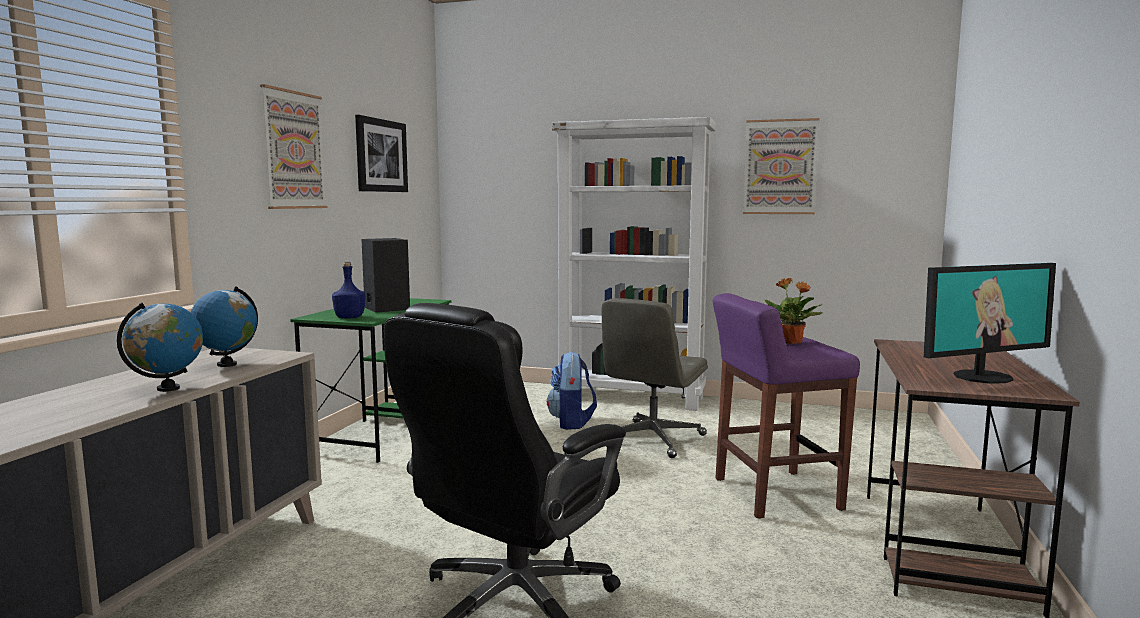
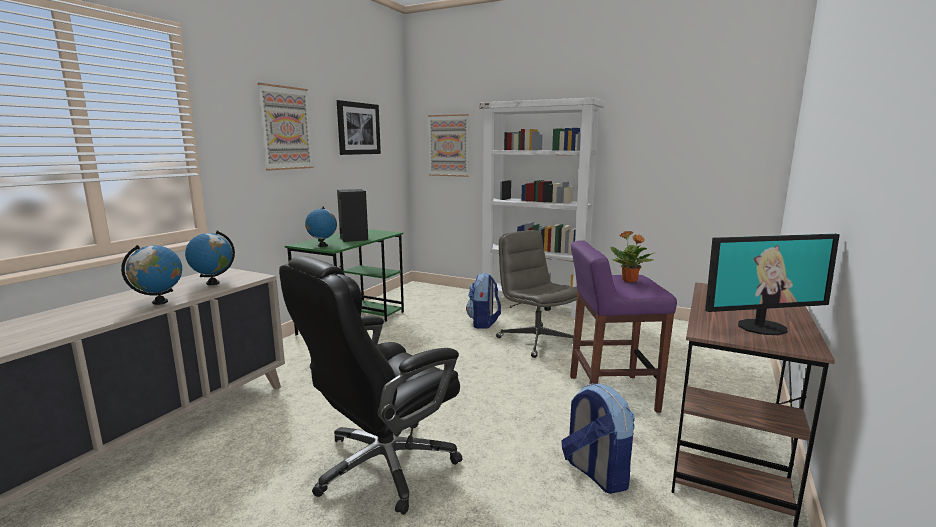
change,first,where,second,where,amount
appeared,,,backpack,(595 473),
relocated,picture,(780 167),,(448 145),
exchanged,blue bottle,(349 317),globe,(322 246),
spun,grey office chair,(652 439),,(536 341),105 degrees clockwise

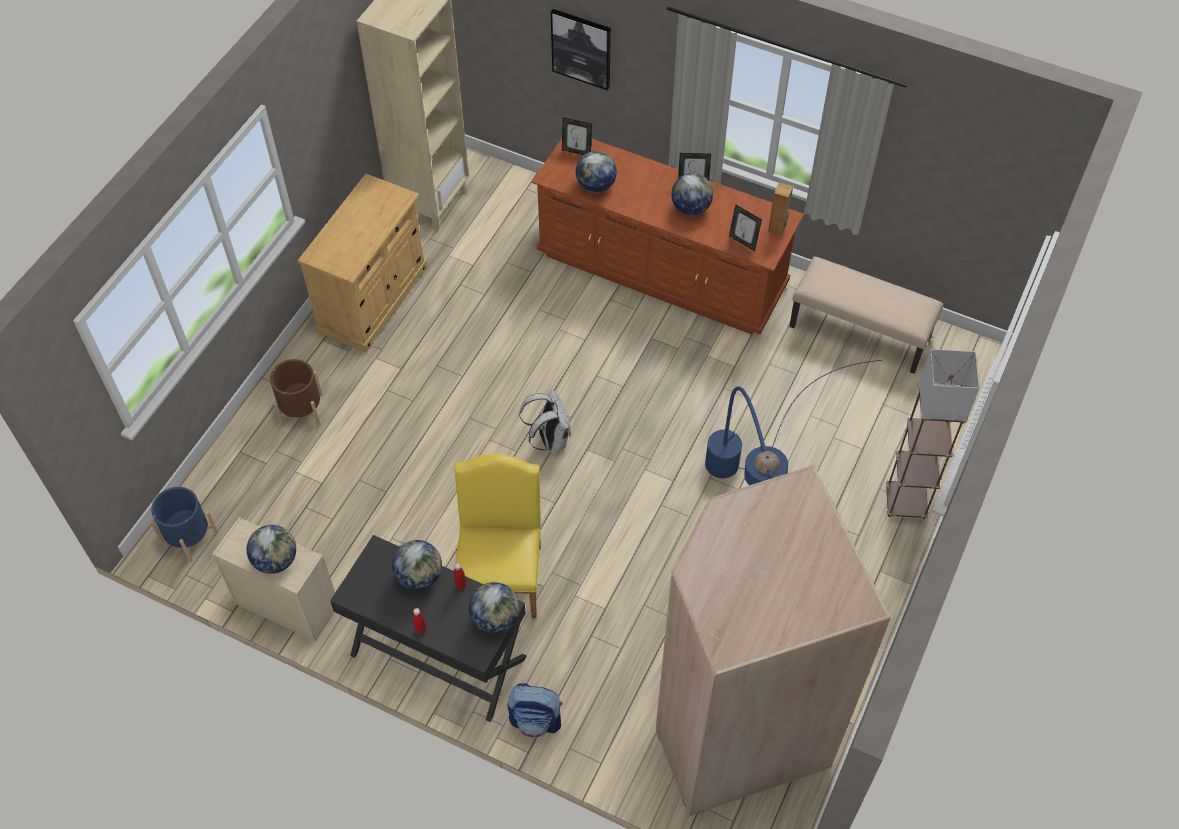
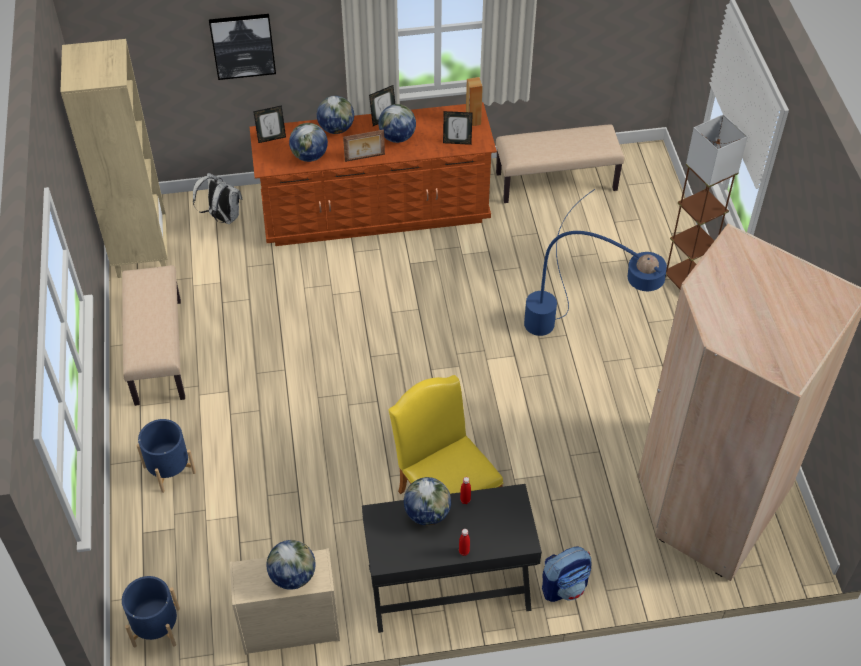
change,first,where,second,where,amount
appeared,,,picture frame,(365 158),
relocated,globe,(495 618),,(336 128),
relocated,white backpack,(550 439),,(222 217),
exchanged,beige cabinet,(373 299),beige bench,(157 351),
colour,brown planter,(301 410),blue planter,(169 469),

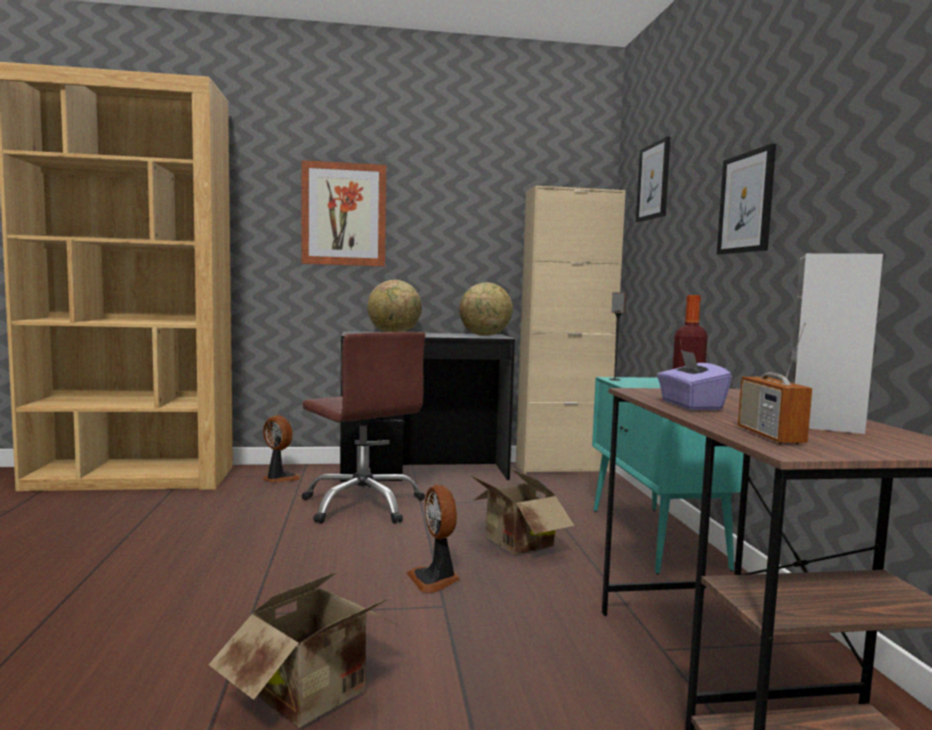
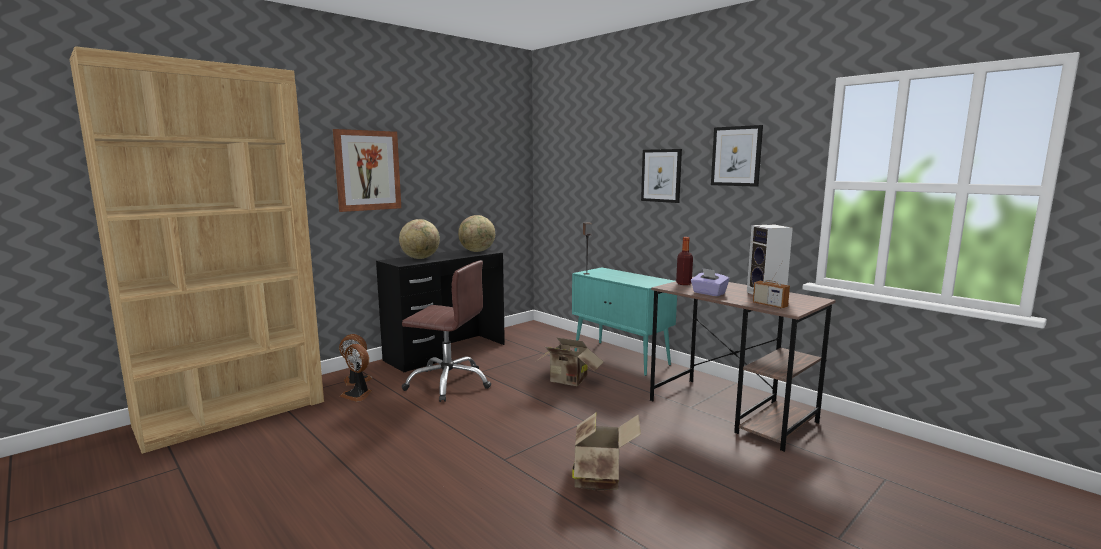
change,first,where,second,where,amount
missing,beige cabinet,(562 467),,,
relocated,fan,(435 579),,(358 394),
relocated,picture,(654 181),,(736 156),

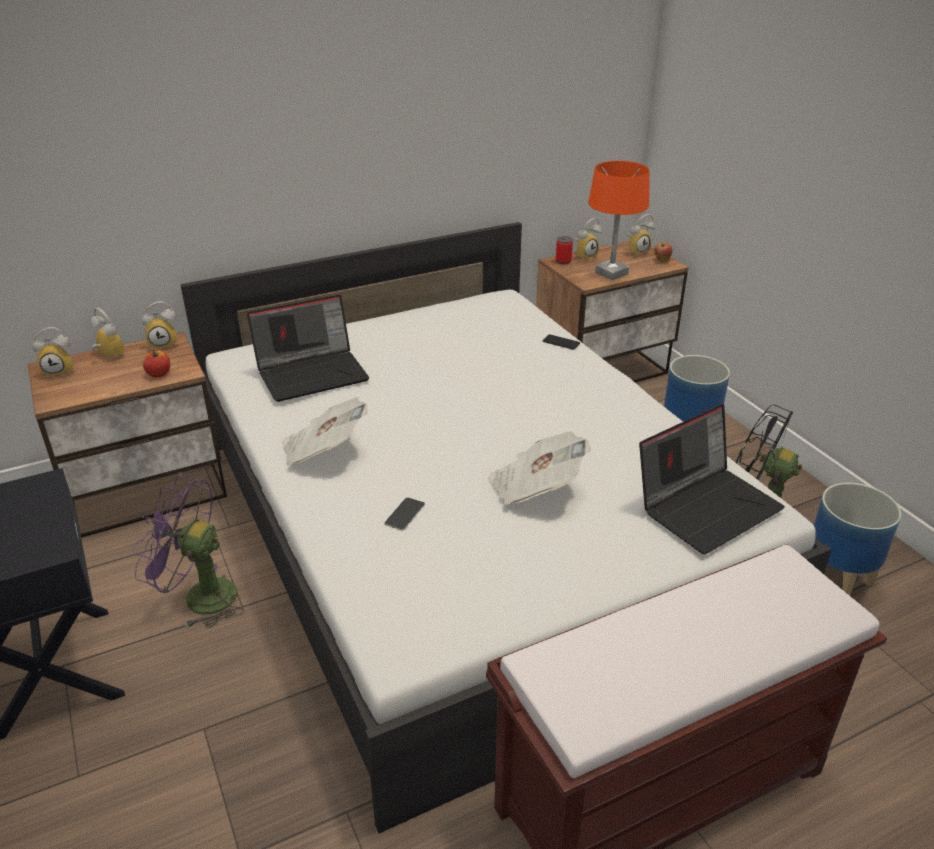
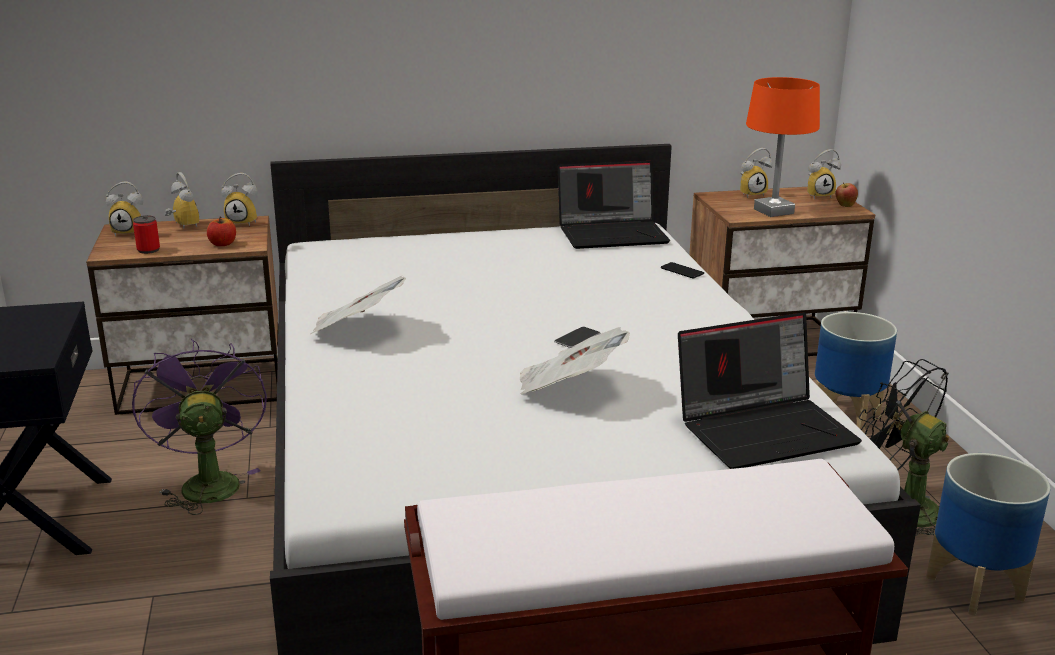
change,first,where,second,where,amount
relocated,laptop,(313 373),,(613 234),
relocated,phone,(405 514),,(577 337),
relocated,can,(563 261),,(148 250),
spun,purple fan,(199 596),,(207 482),45 degrees clockwise

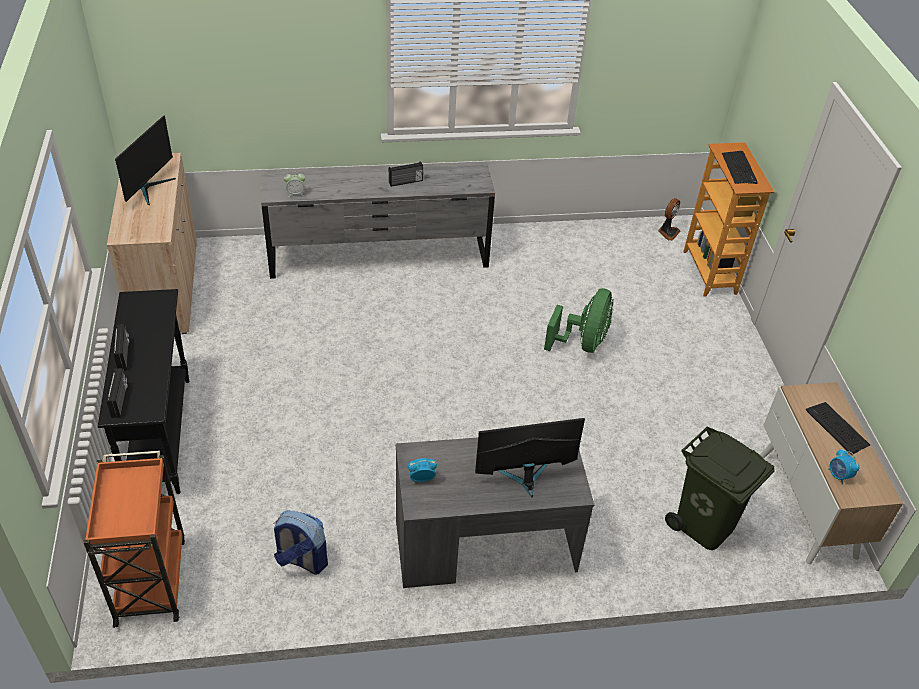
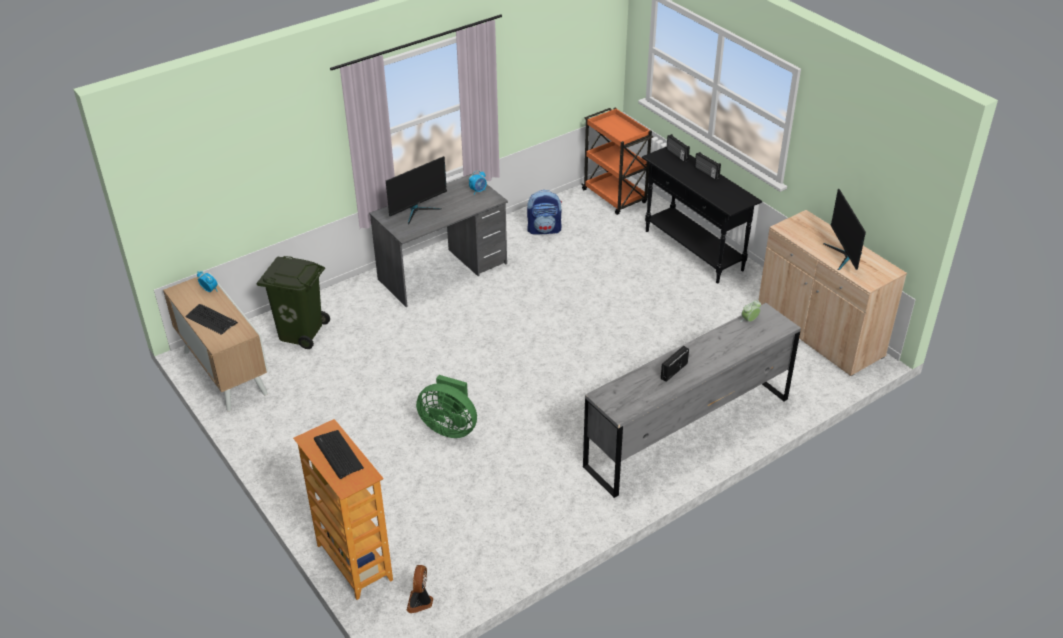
change,first,where,second,where,amount
spun,green fan,(583 343),,(449 427),60 degrees counterclockwise

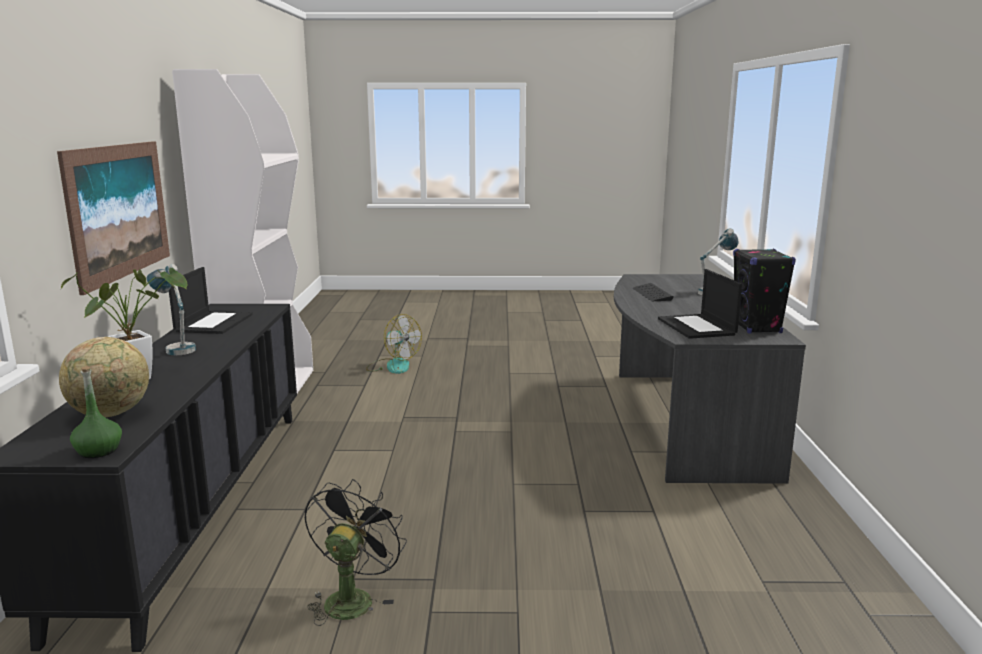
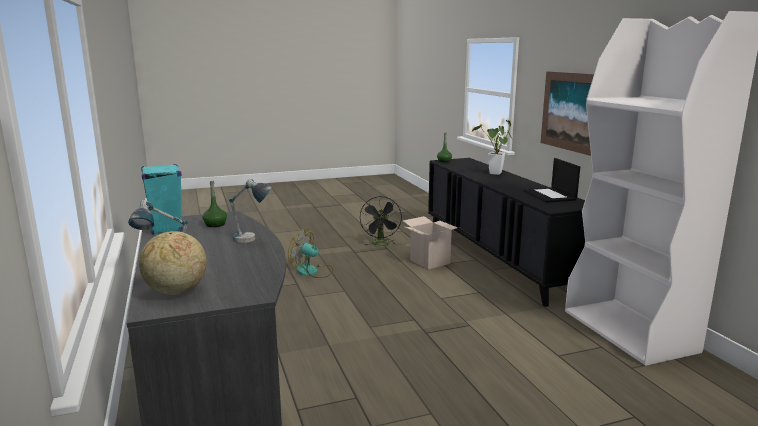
change,first,where,second,where,amount
missing,keyboard,(652 294),,,
appeared,,,cardboard box,(430 261),
relocated,globe,(111 414),,(176 291),
relocated,table lamp,(176 348),,(252 240),
relocated,fan,(393 366),,(312 272),
exchanged,laptop,(697 327),green bottle,(215 224),
colour,black speaker,(757 328),turquoise speaker,(166 228),

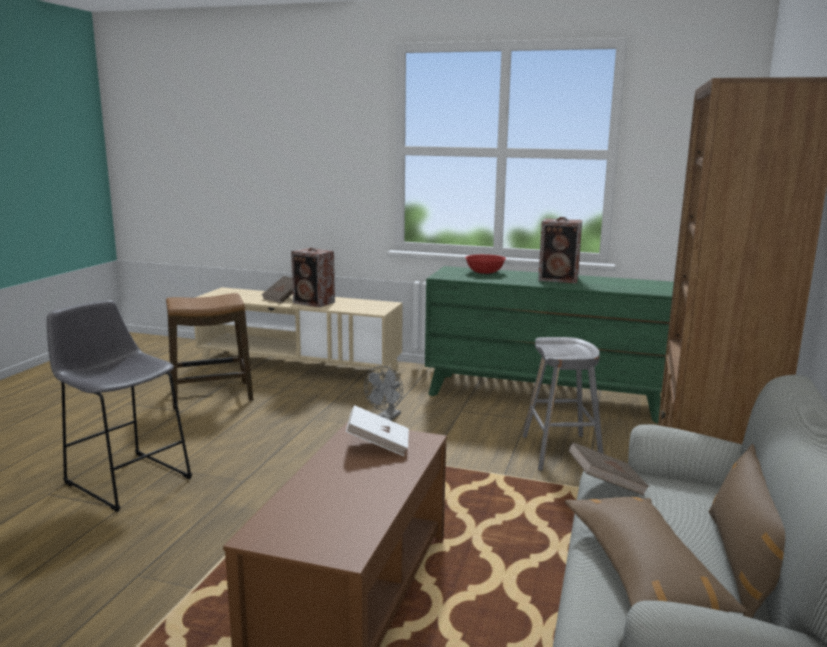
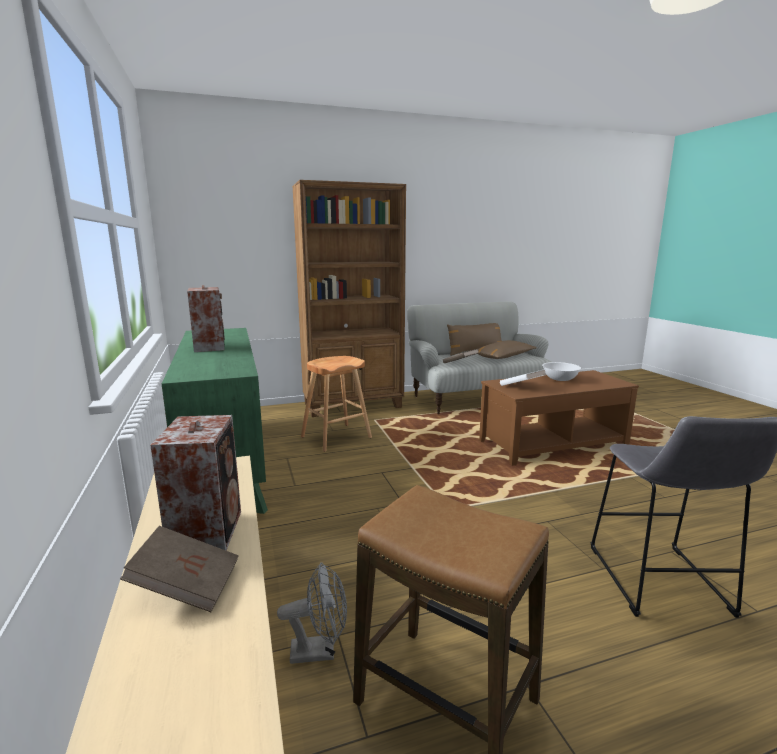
change,first,where,second,where,amount
missing,red bowl,(484 272),,,
appeared,,,white bowl,(559 379),
relocated,grey fan,(386 419),,(320 651),
colour,grey stool,(561 452),brown stool,(336 437),

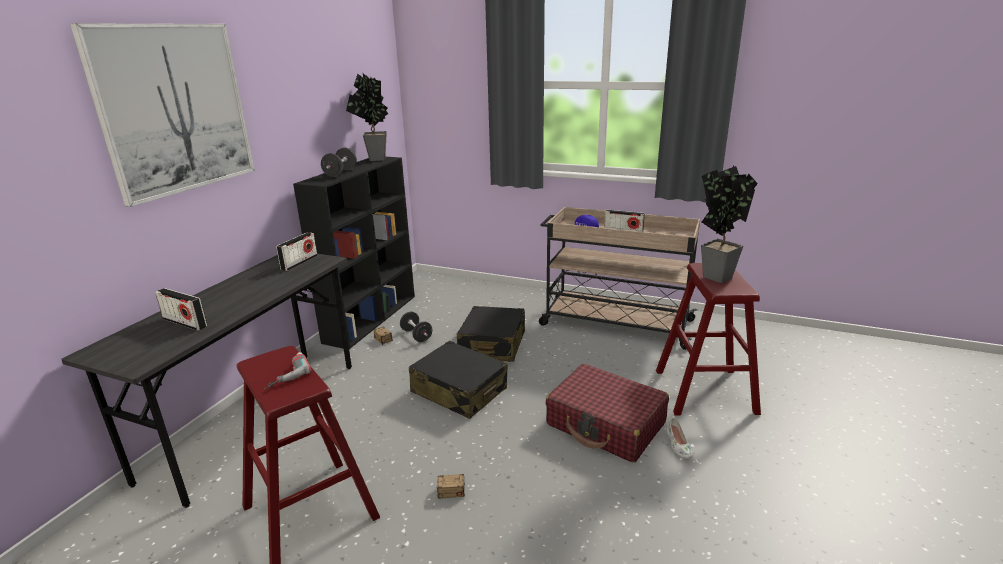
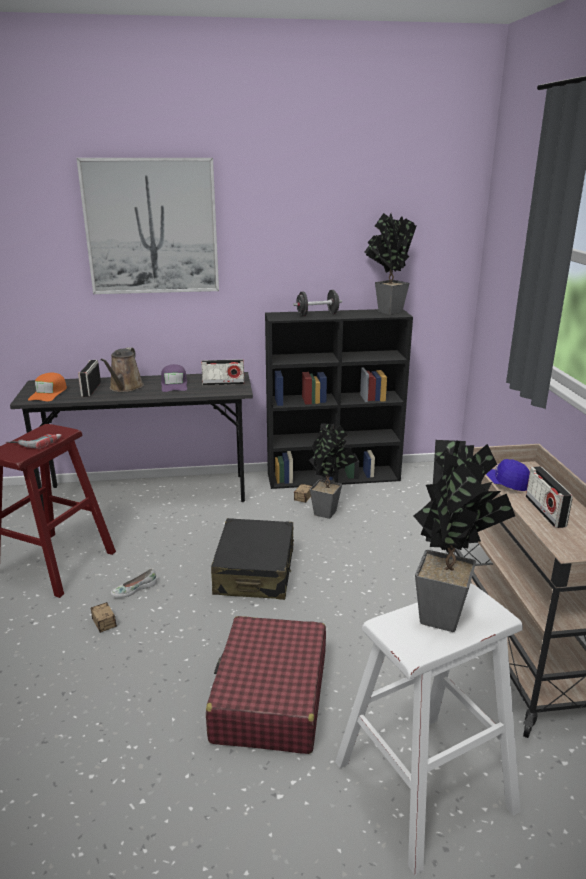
change,first,where,second,where,amount
missing,black suitcase,(492 345),,,
appeared,,,orange cap,(49 393),
appeared,,,brown watering can,(125 388),
appeared,,,purple cap,(174 384),
relocated,white shoe,(678 445),,(134 589),
exchanged,black dumbbell,(416 335),potted plant,(328 511),
colour,red stool,(704 391),white stool,(424 785),

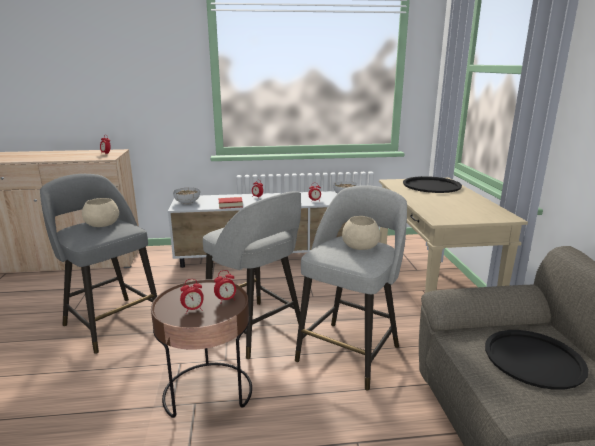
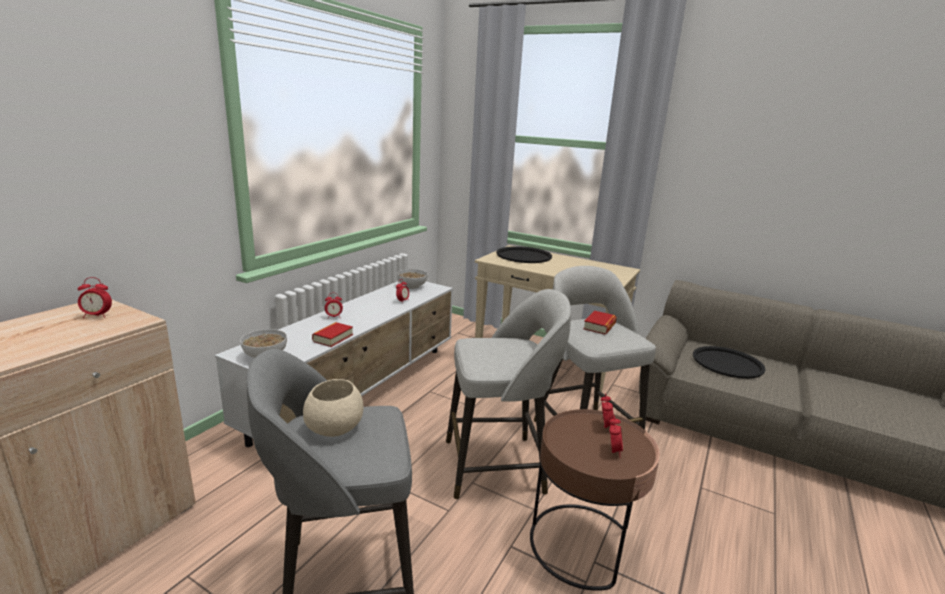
change,first,where,second,where,amount
exchanged,beige bowl,(360 246),book,(599 326),

